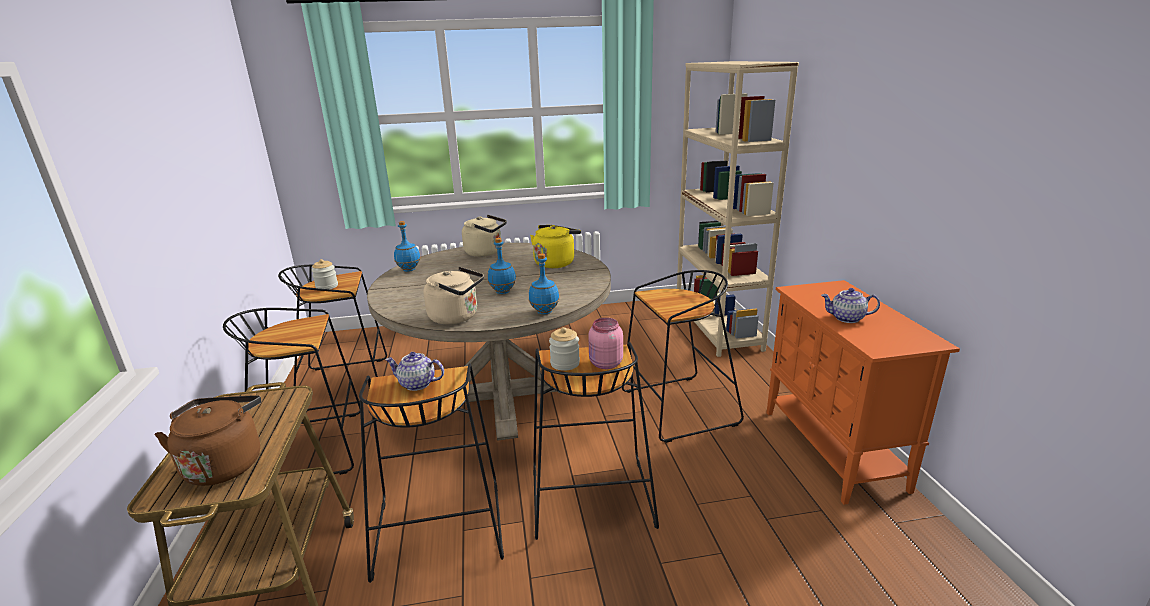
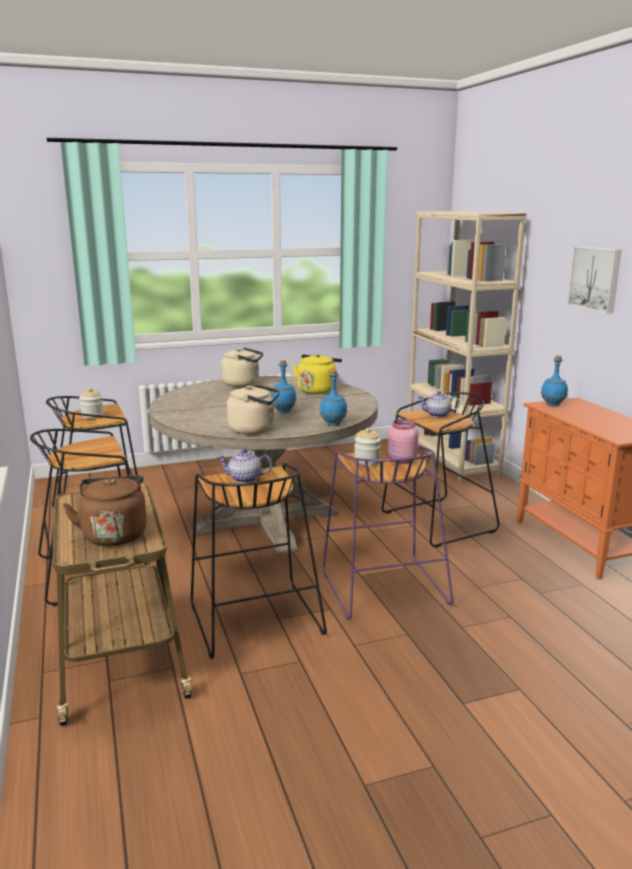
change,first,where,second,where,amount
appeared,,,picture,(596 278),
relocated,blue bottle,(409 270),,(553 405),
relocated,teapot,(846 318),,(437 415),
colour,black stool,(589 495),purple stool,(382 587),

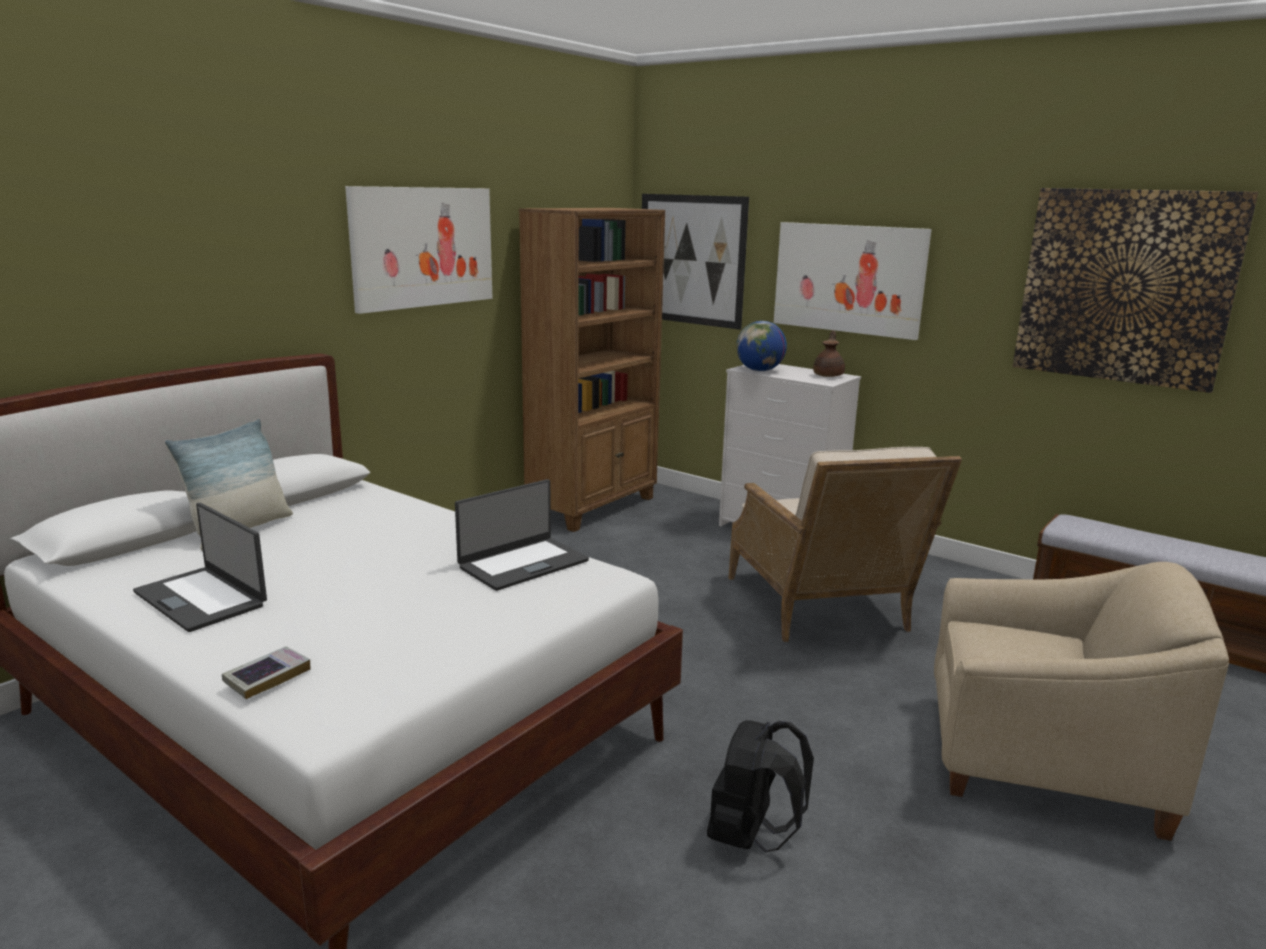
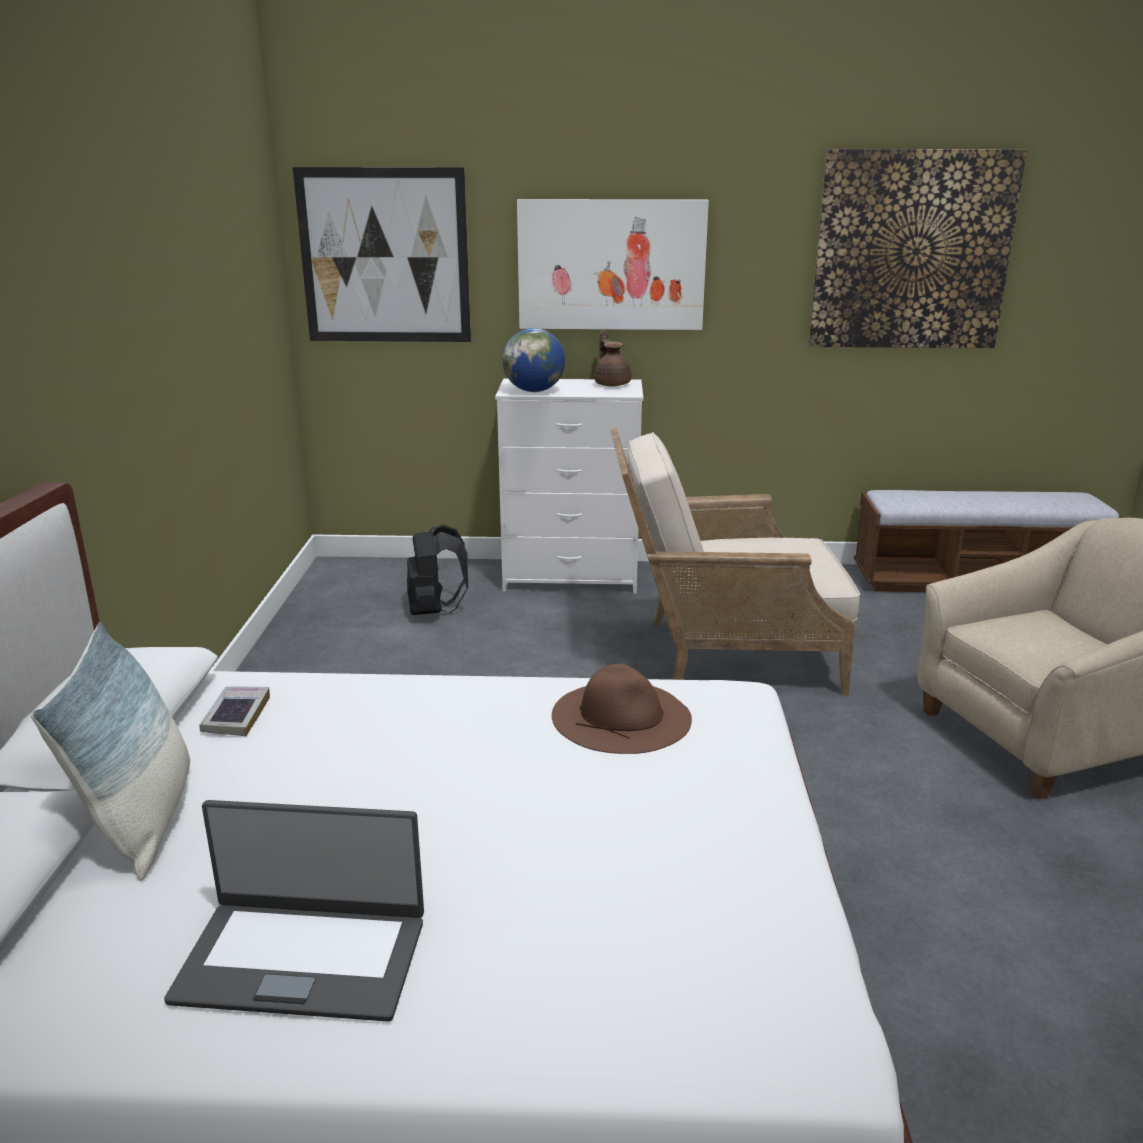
change,first,where,second,where,amount
missing,picture,(423 247),,,
missing,brown bookcase,(593 507),,,
relocated,book,(267 677),,(236 716),
relocated,black backpack,(751 836),,(434 611),
exchanged,laptop,(522 564),brown hat,(621 716),
spun,beige armchair,(825 610),,(722 654),135 degrees clockwise

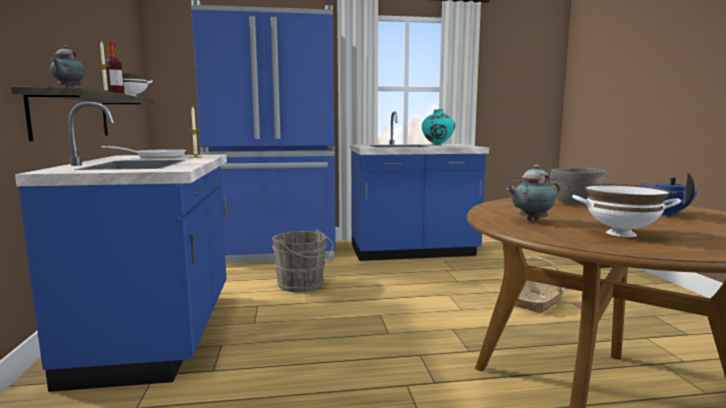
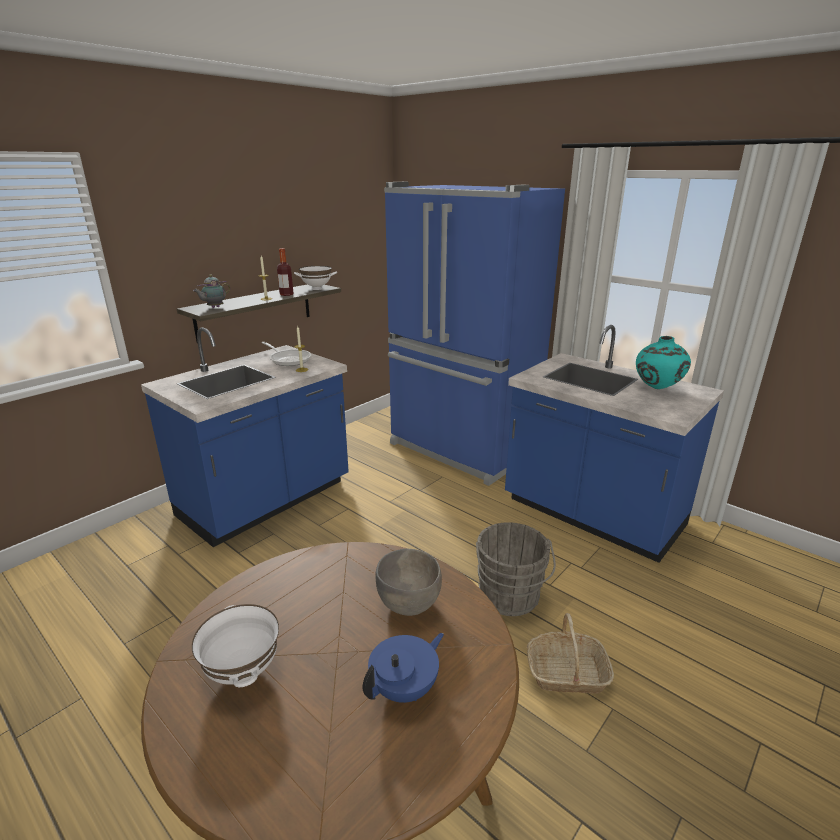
change,first,where,second,where,amount
missing,teapot,(531 221),,,
relocated,grey bucket,(302 285),,(509 598),

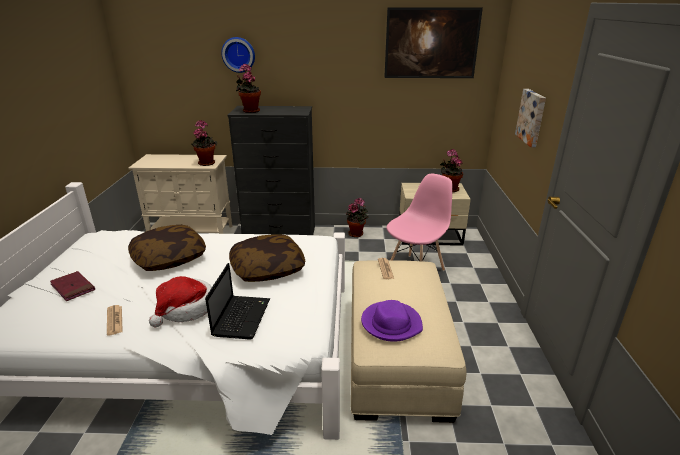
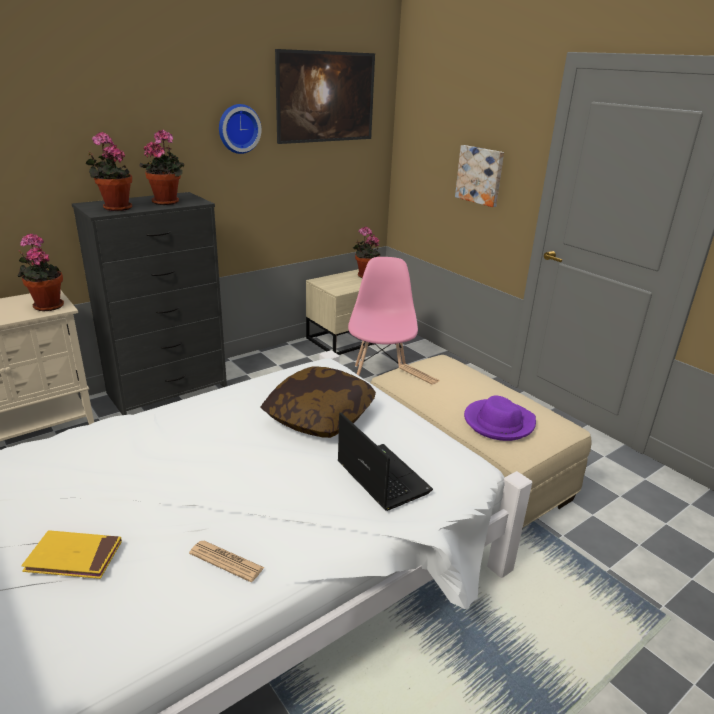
change,first,where,second,where,amount
missing,pillow,(169 258),,,
missing,hat,(186 309),,,
relocated,wall clock,(239 54),,(238 128),
relocated,potted plant,(357 234),,(167 202),
colour,red book,(73 287),yellow book,(74 557),

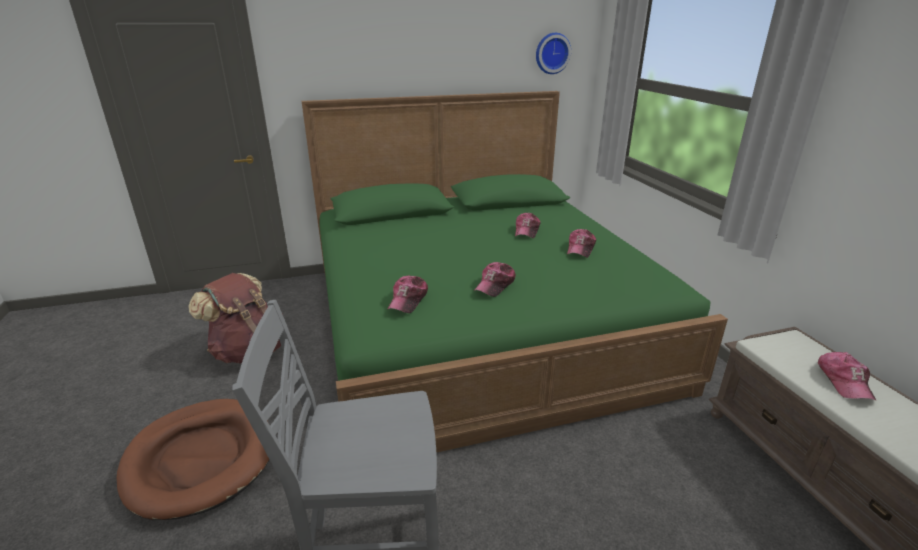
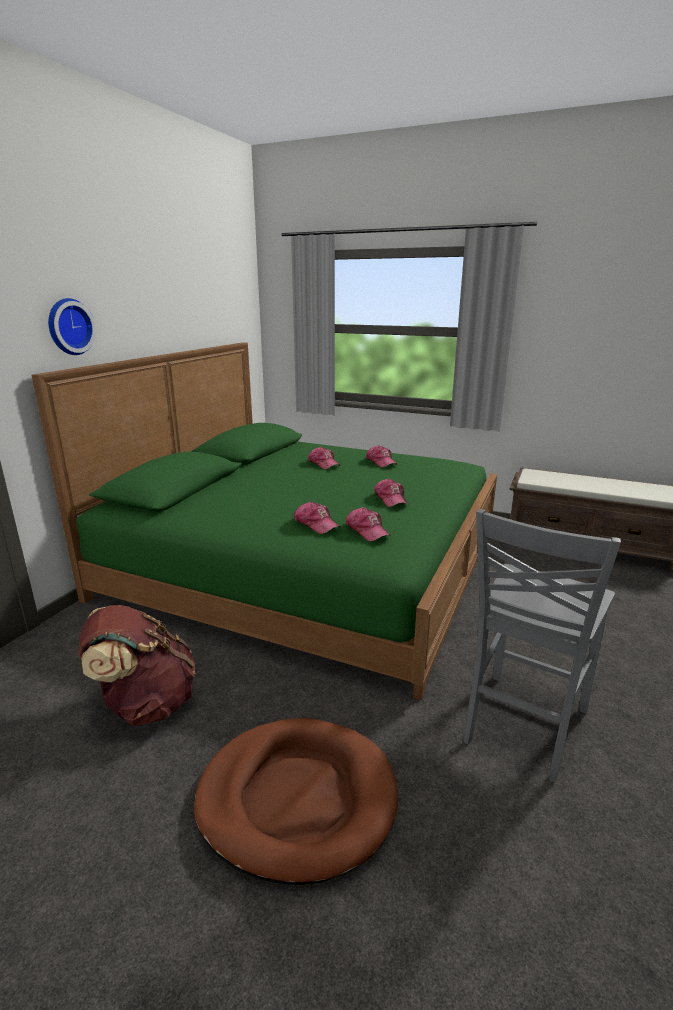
change,first,where,second,where,amount
relocated,wall clock,(552 53),,(68 327),
relocated,cap,(844 381),,(316 524),

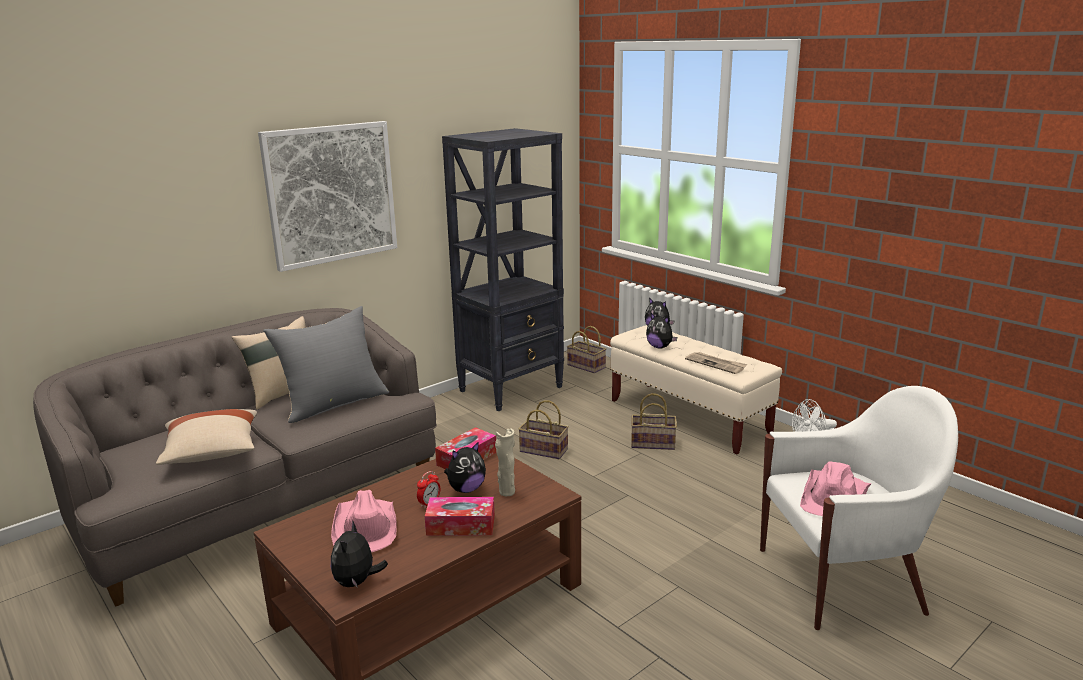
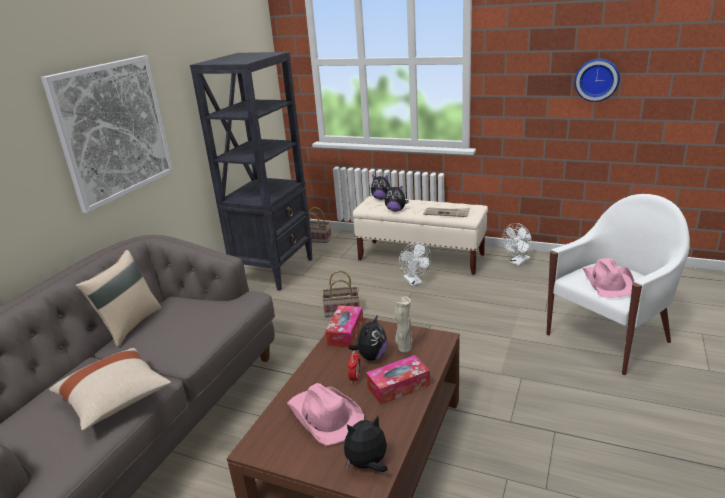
change,first,where,second,where,amount
missing,grey pillow,(334 403),,,
appeared,,,wall clock,(596 79),
exchanged,basket,(654 443),white fan,(414 282),
spun,plush toy,(357 582),,(367 465),90 degrees clockwise

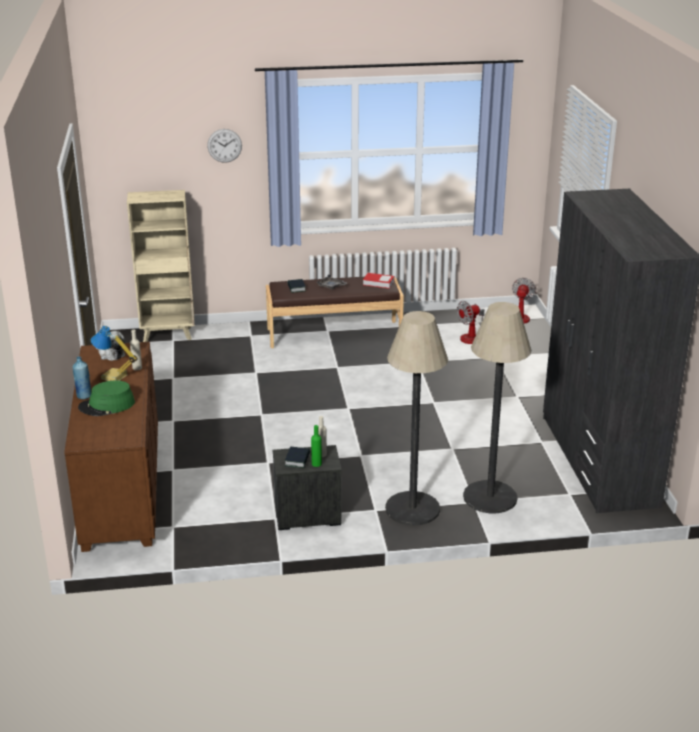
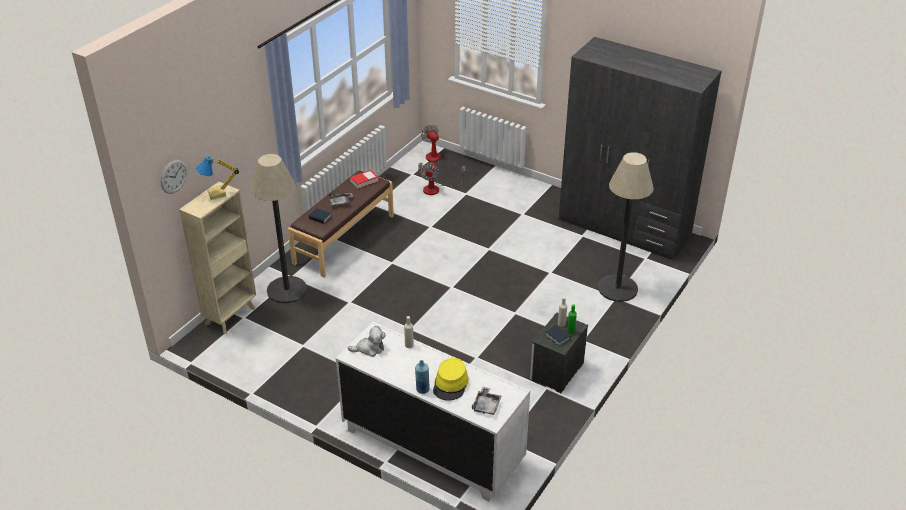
change,first,where,second,where,amount
appeared,,,grey tray,(486 405),
relocated,table lamp,(113 377),,(217 194),
relocated,wall clock,(224 145),,(173 176),
relocated,floor lamp,(412 509),,(287 290),
colour,brown dresser,(122 491),white dresser,(432 445),
colour,green hat,(107 405),yellow hat,(451 384),

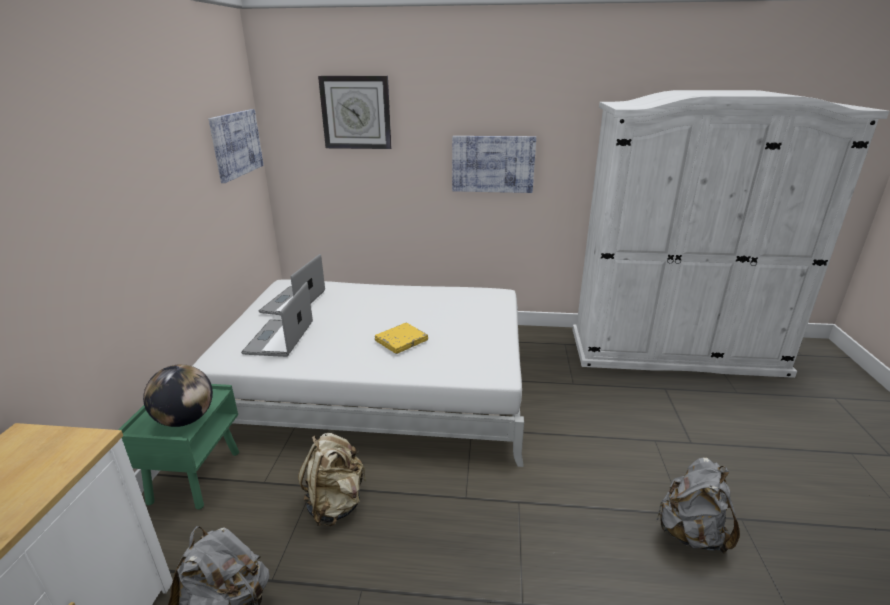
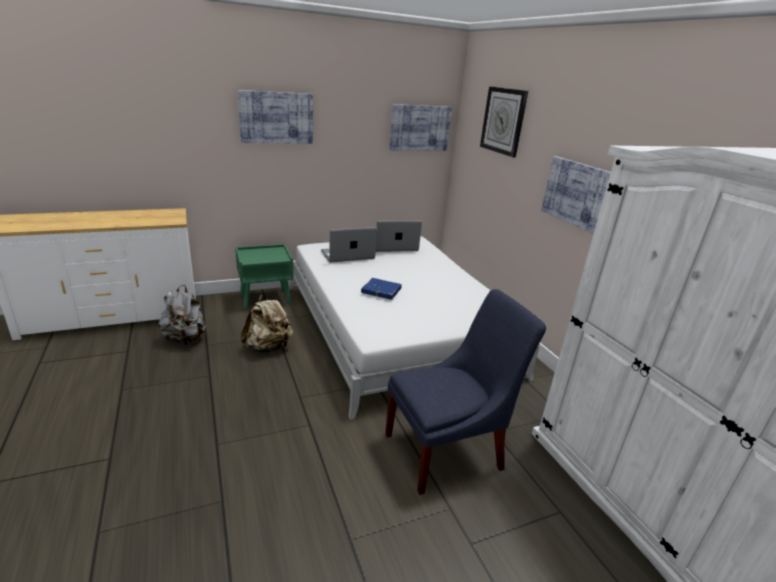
change,first,where,second,where,amount
missing,globe,(186 419),,,
missing,grey backpack,(690 533),,,
appeared,,,picture,(276 117),
appeared,,,blue chair,(448 450),
colour,yellow book,(401 341),blue book,(381 291),

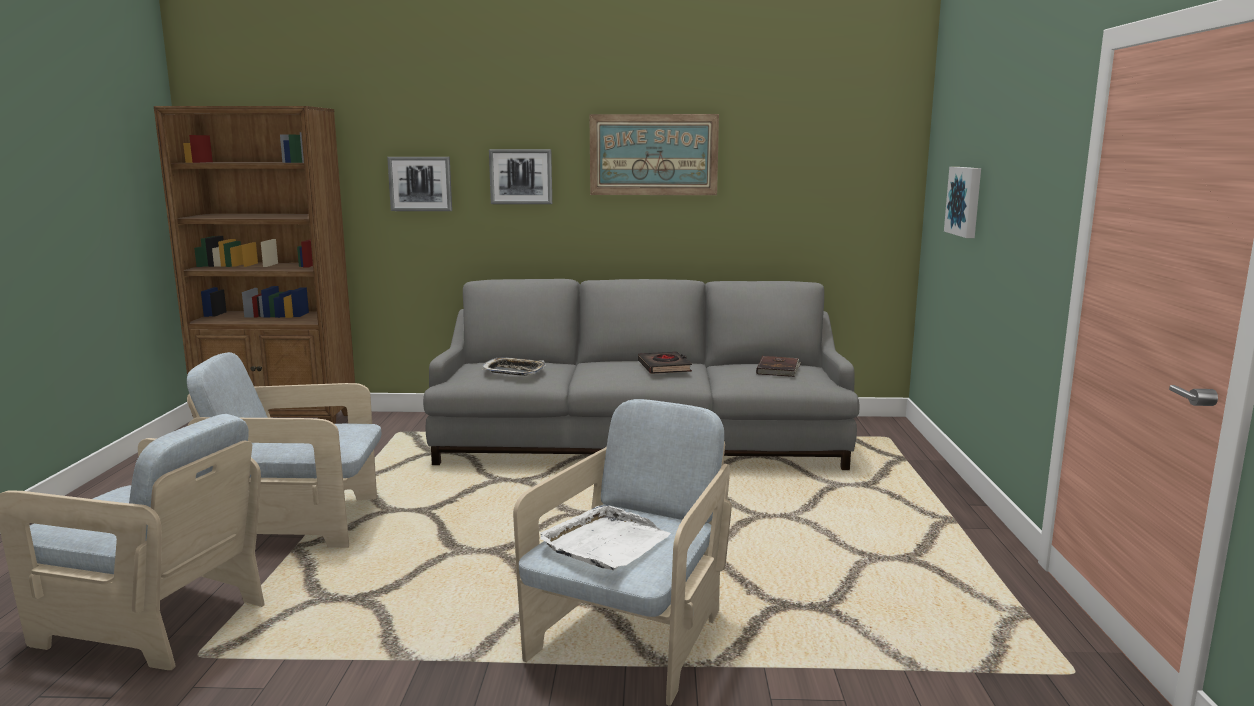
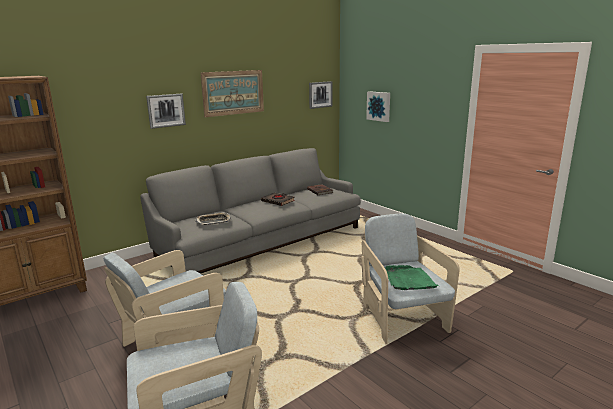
change,first,where,second,where,amount
relocated,picture,(420 184),,(320 94),
colour,white tray,(605 543),green tray,(409 280),

